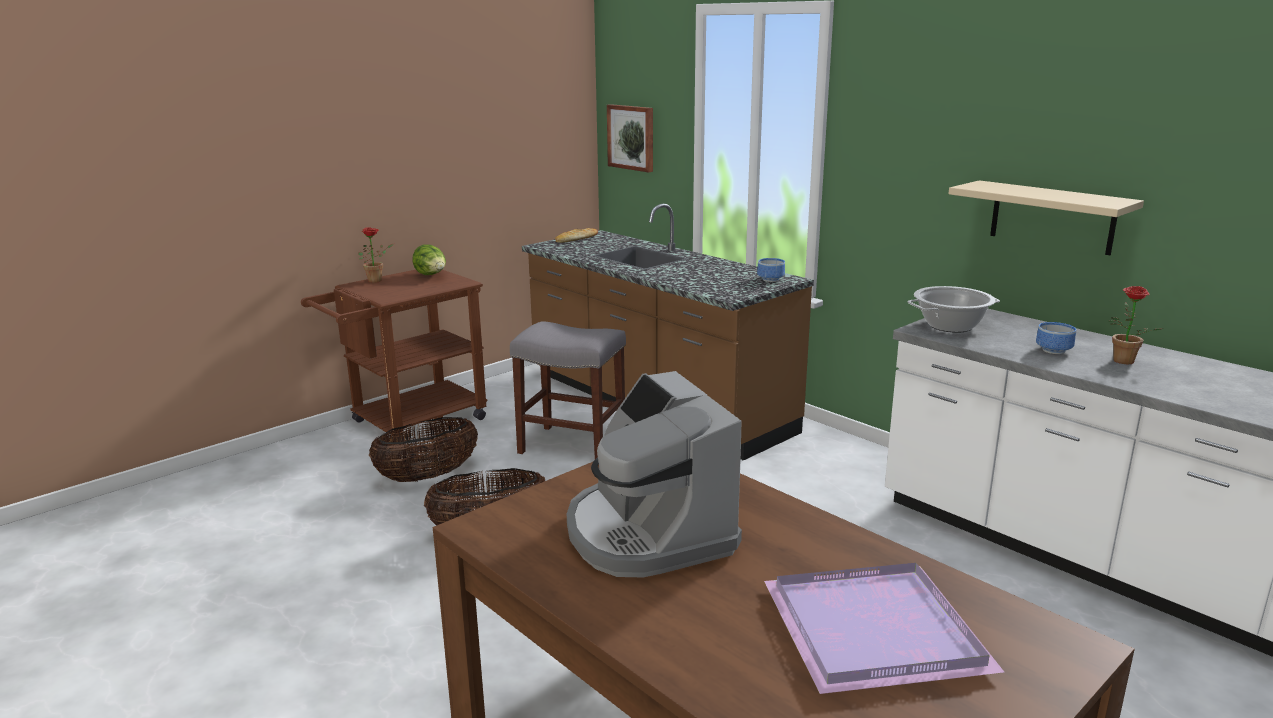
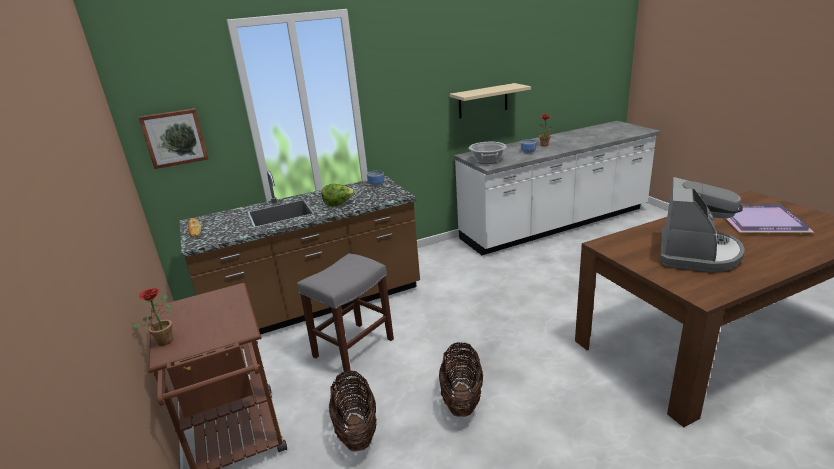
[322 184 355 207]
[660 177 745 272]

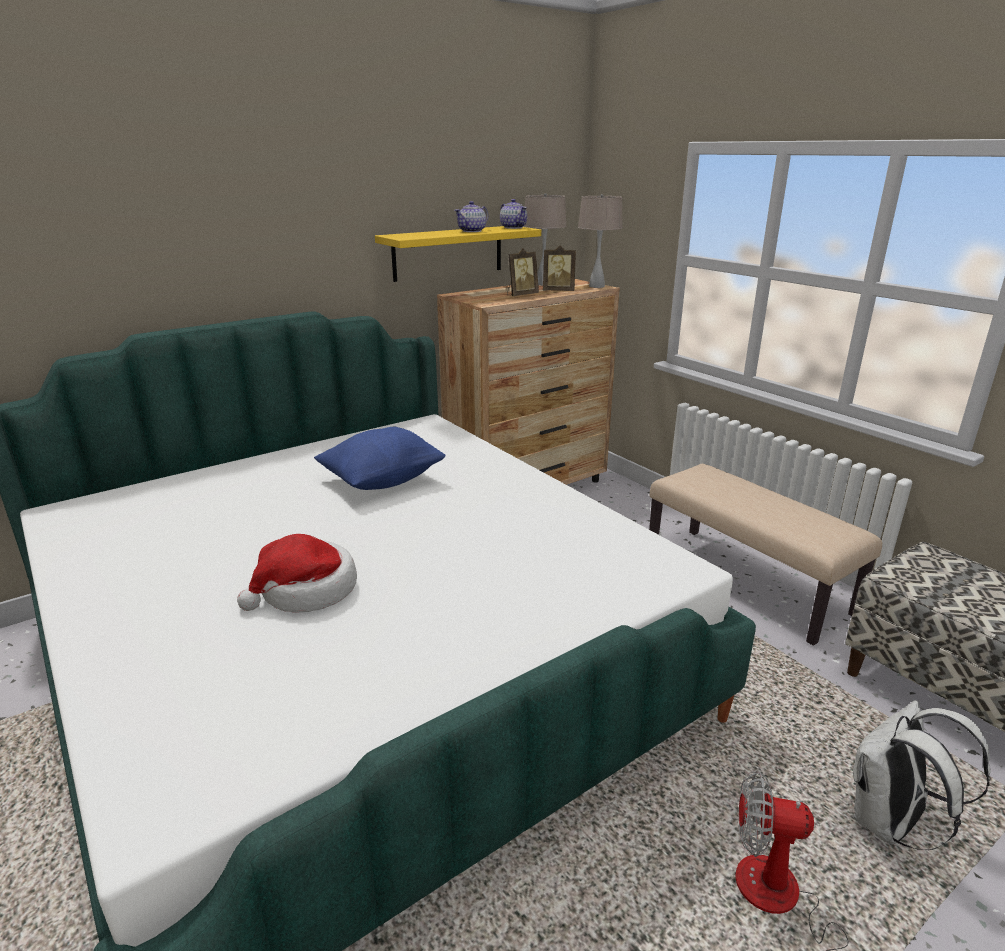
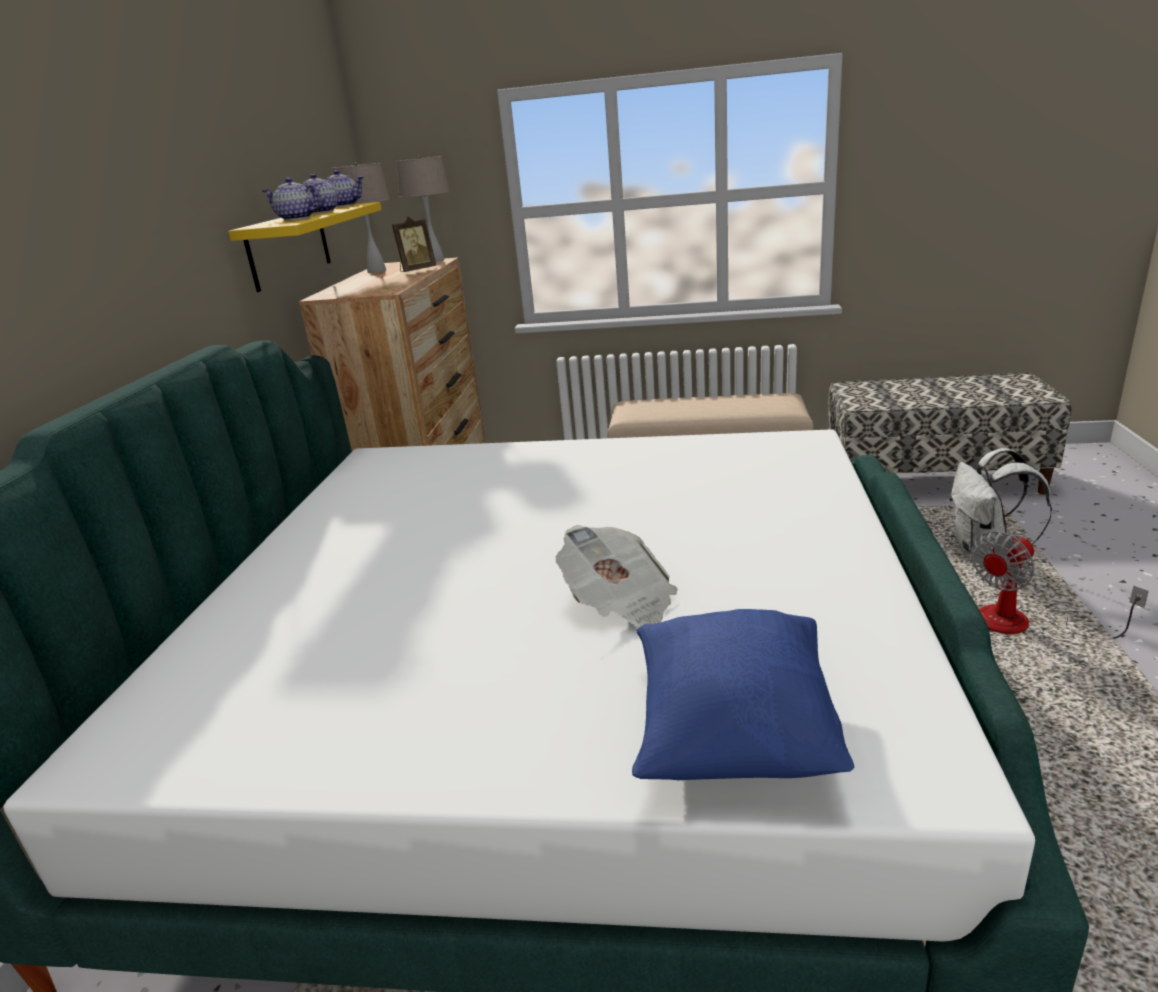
[556 525 678 628]
[632 609 854 780]
[507 248 539 296] (first image)
[262 178 323 221]

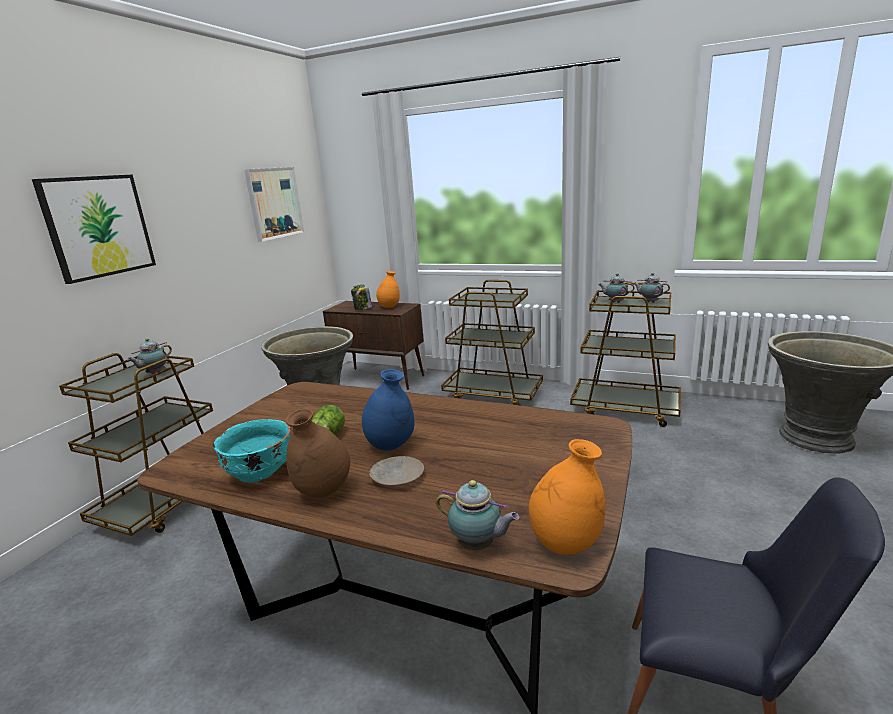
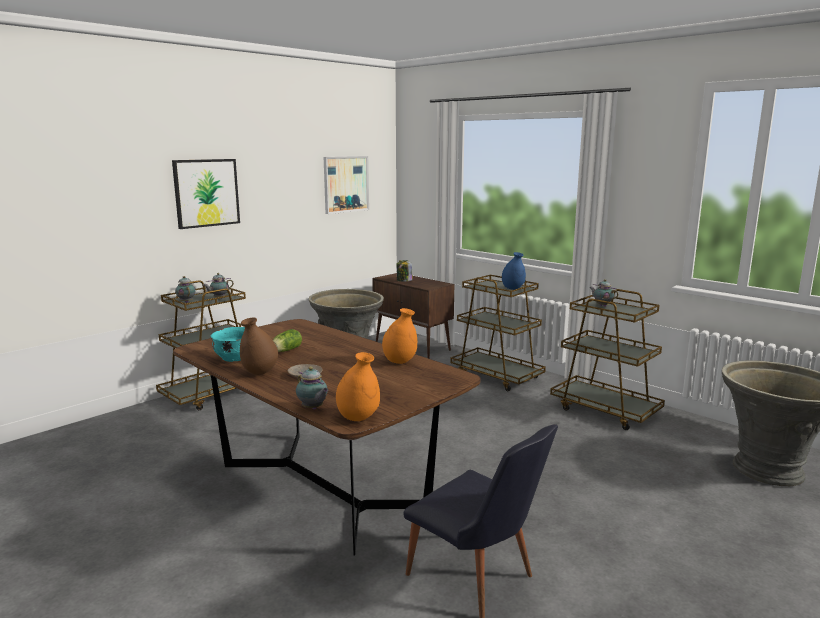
[502 252 526 290]
[382 308 417 364]
[175 276 196 303]

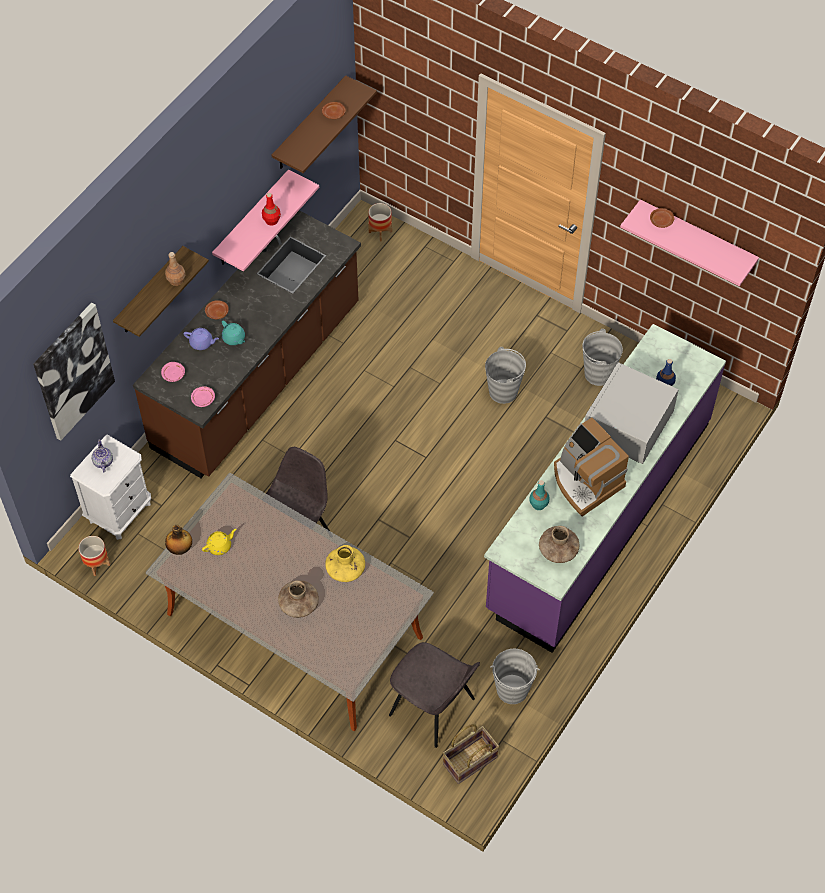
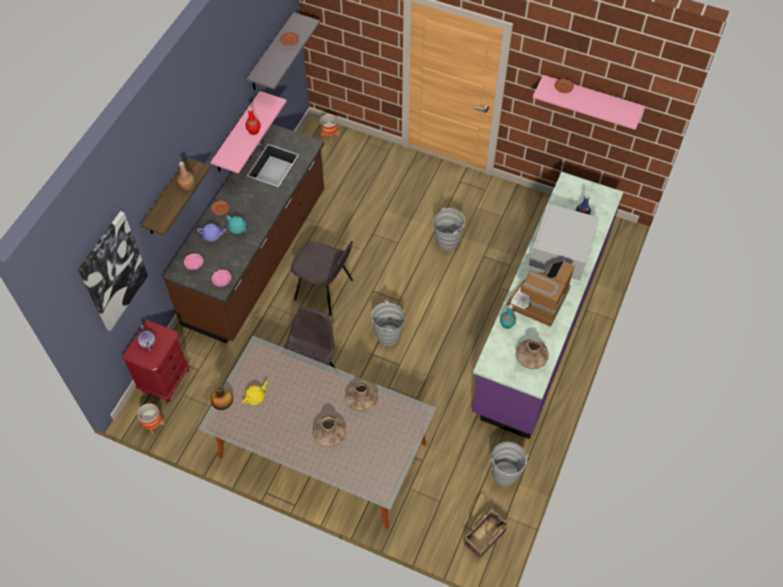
[122 320 190 403]
[246 12 320 90]
[345 381 378 411]
[291 241 353 316]
[507 260 575 327]
[371 300 405 346]

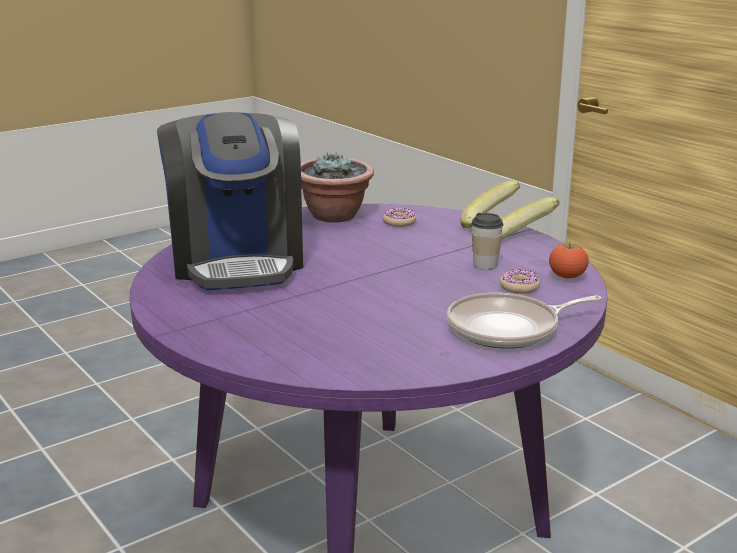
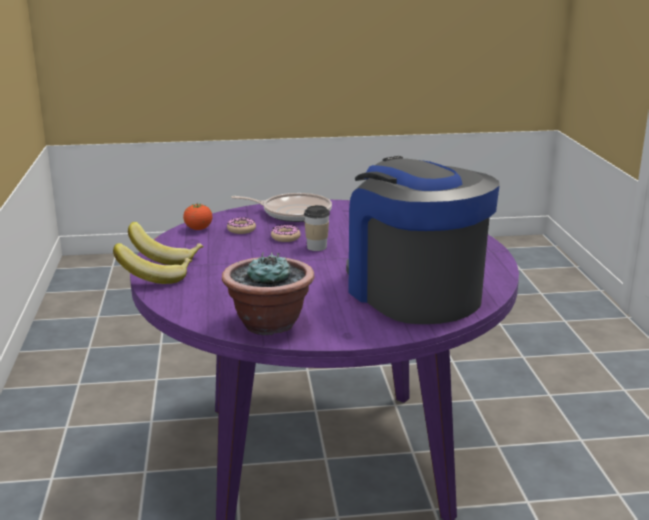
[346 156 500 324]
[271 225 301 242]
[304 205 330 251]

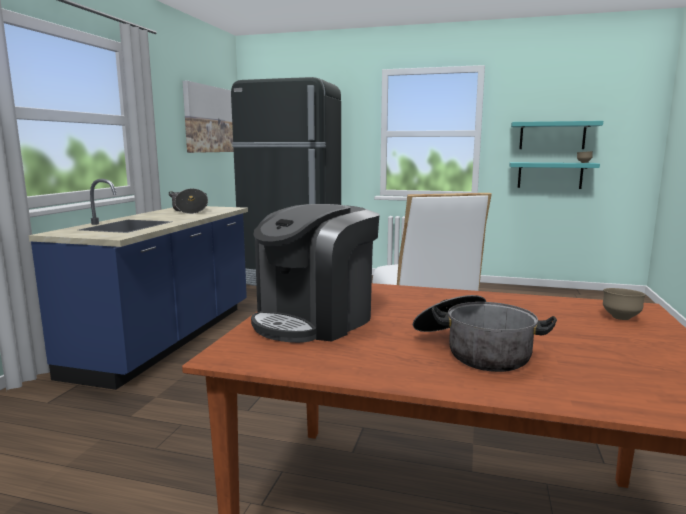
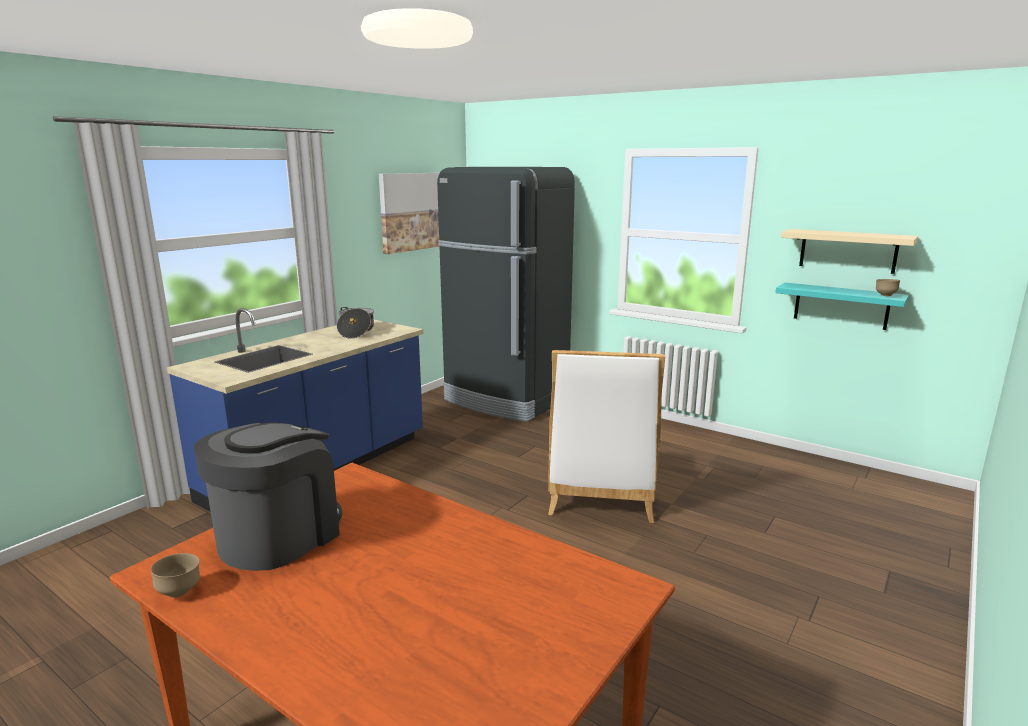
[194 423 342 571]
[413 295 557 372] (first image)
[781 229 918 274]
[151 553 200 598]

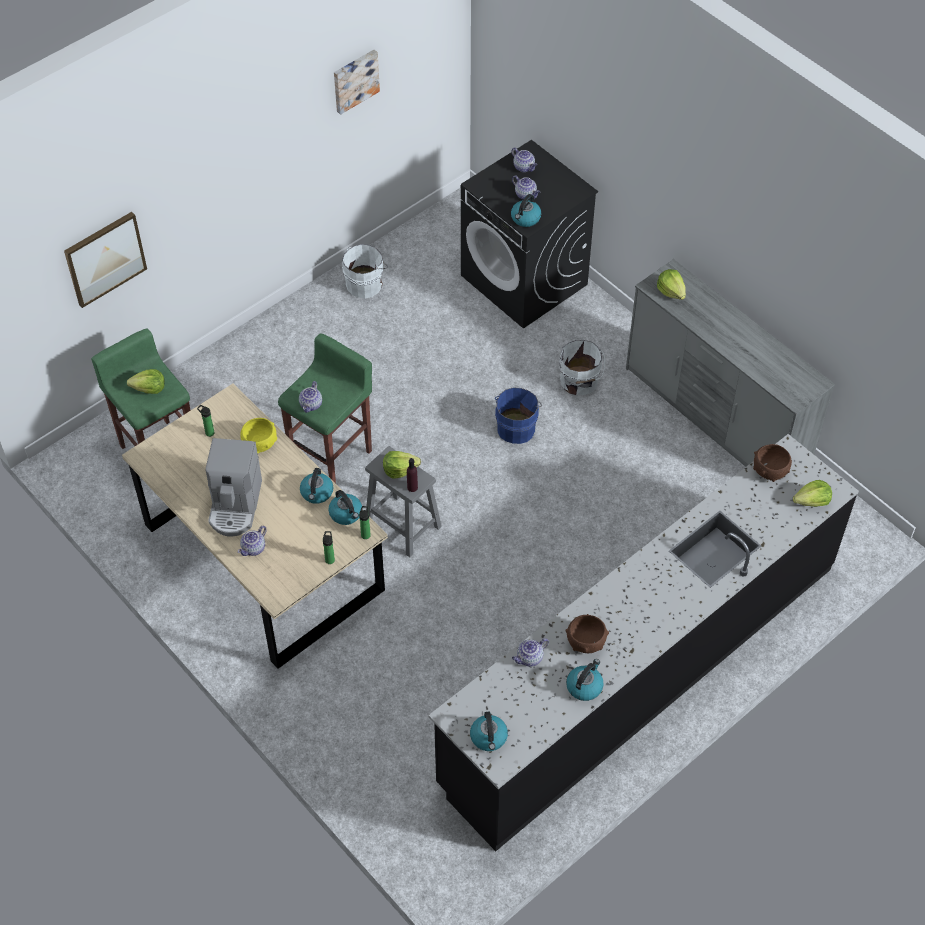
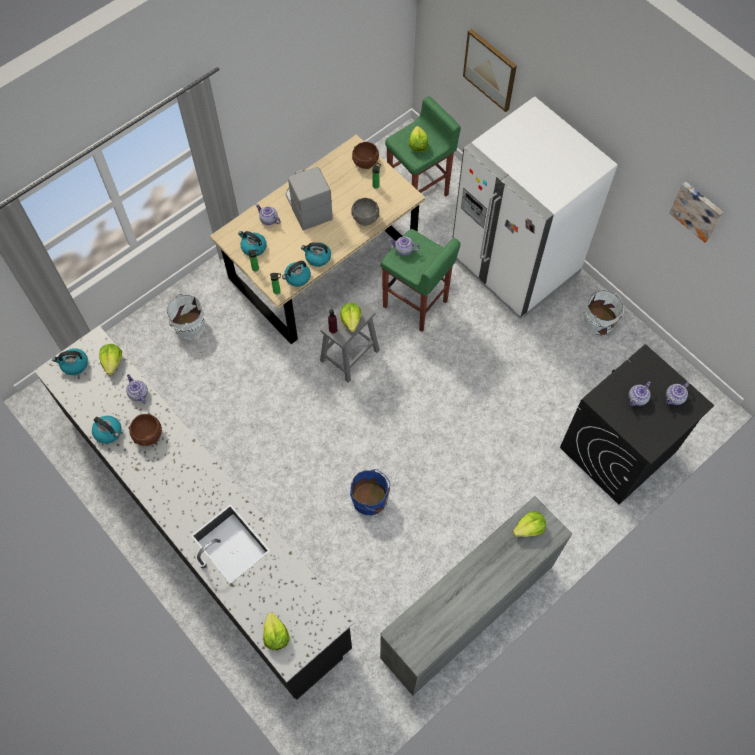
[285 167 333 231]
[351 198 380 226]
[350 469 390 515]
[238 231 267 256]
[167 294 205 339]
[352 142 379 169]
[99 344 122 375]
[453 96 618 319]

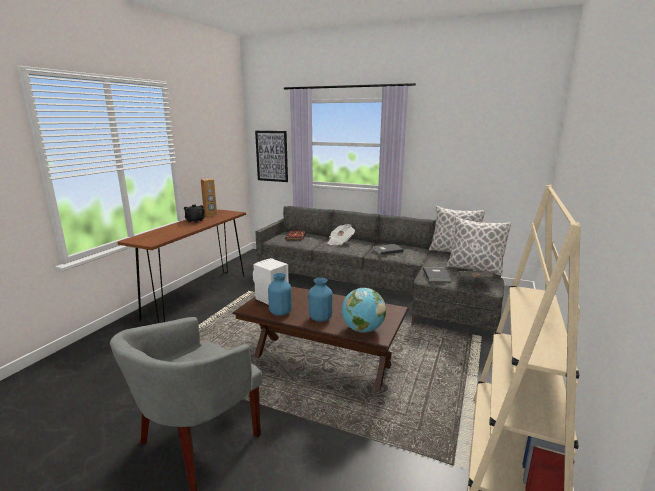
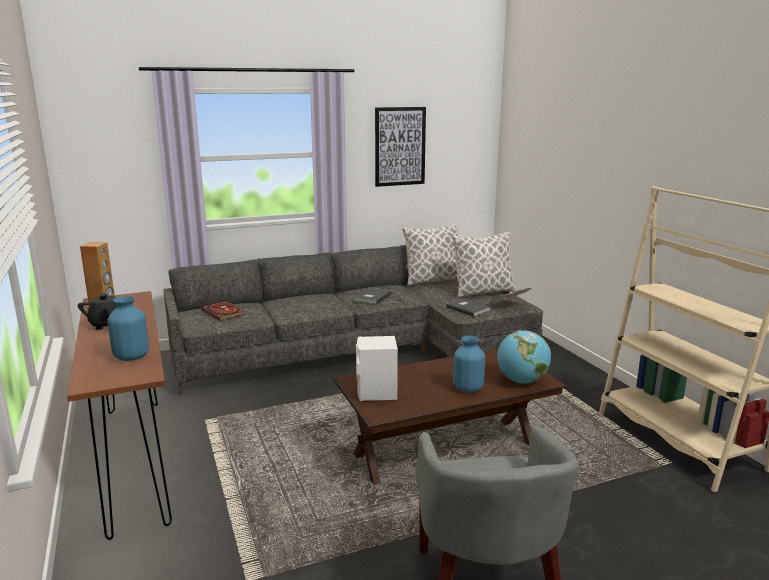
[375 107 426 187]
[108 296 149 361]
[327 224 355 245] (first image)

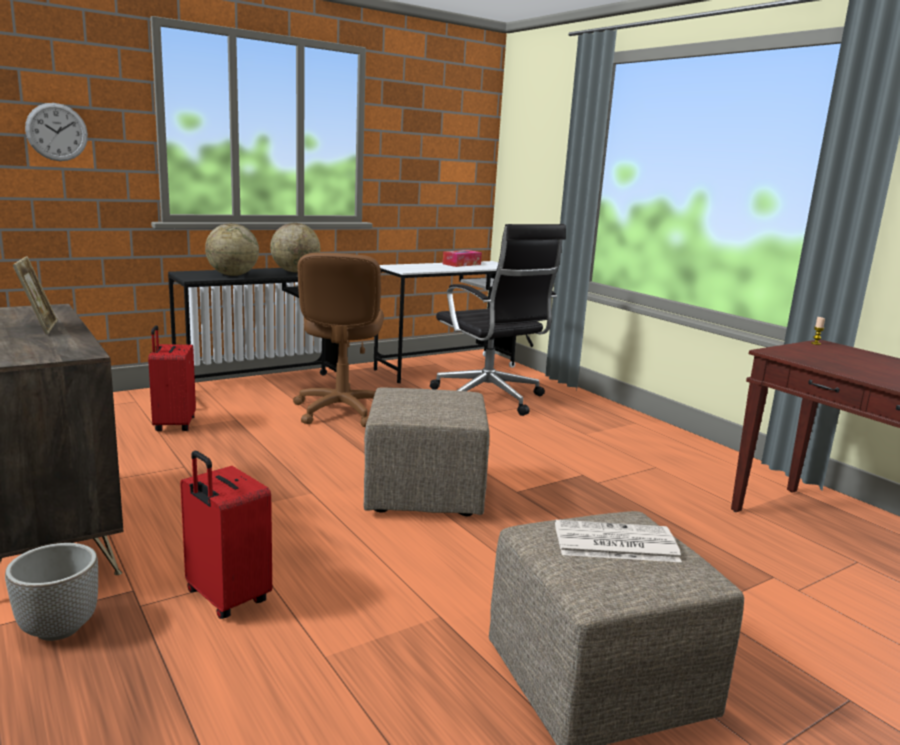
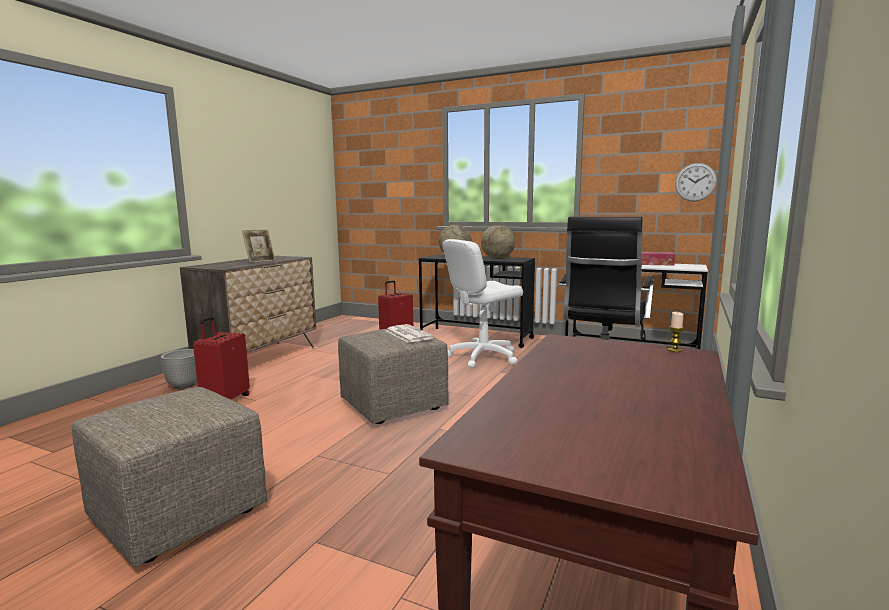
[675 163 717 201]
[442 239 523 368]
[385 324 434 343]

